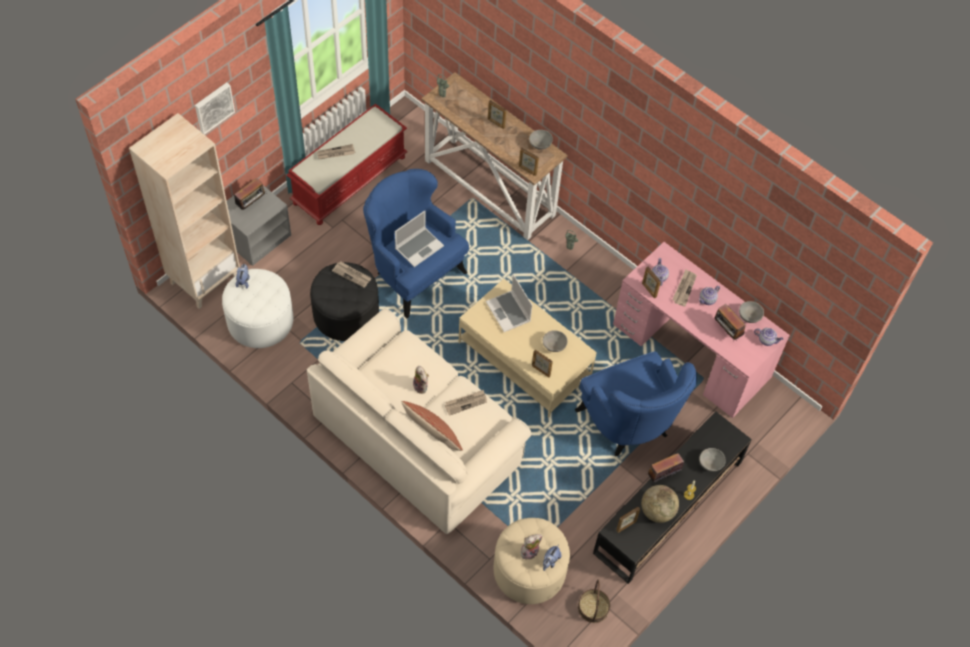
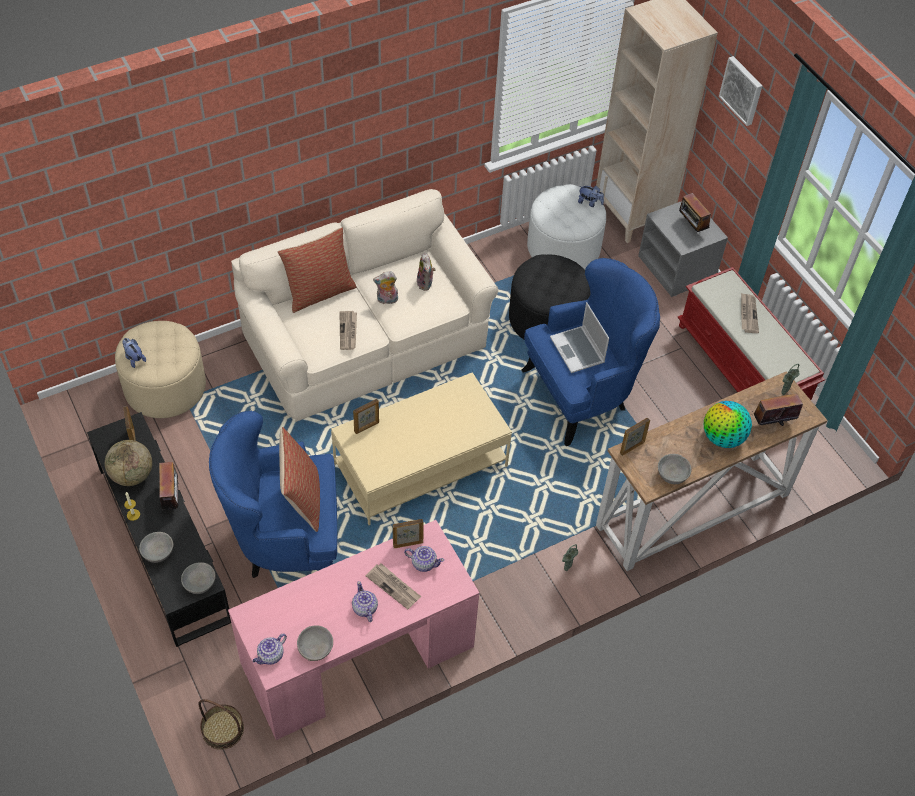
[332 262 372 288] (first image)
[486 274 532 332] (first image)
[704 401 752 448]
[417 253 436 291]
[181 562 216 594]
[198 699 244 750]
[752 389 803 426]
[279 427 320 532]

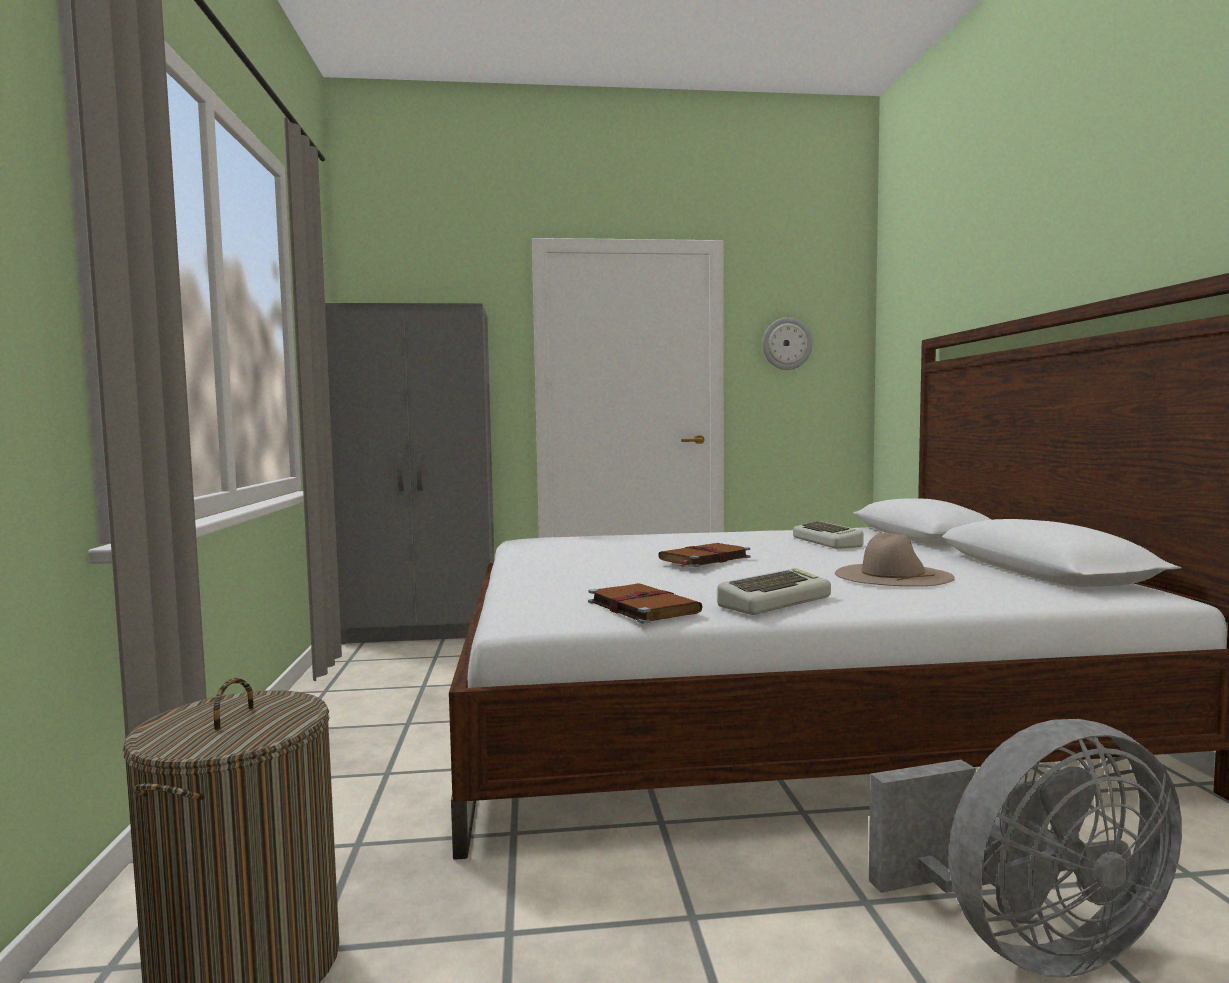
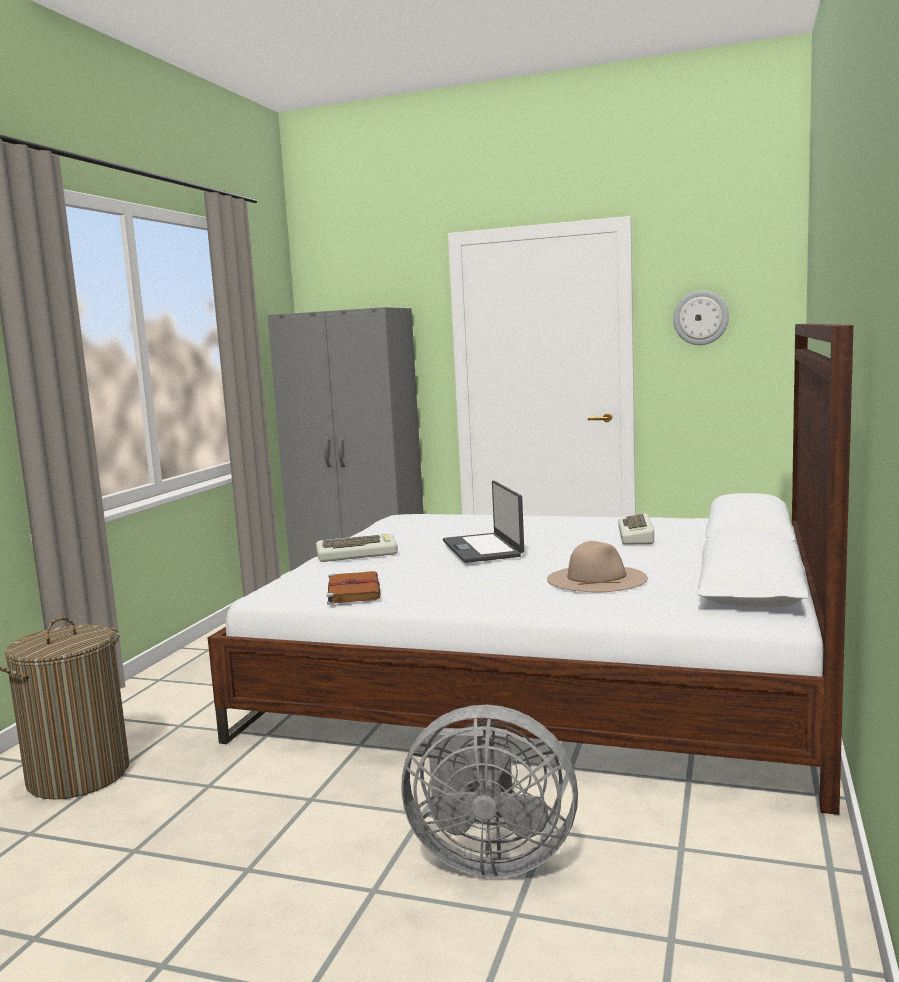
[443 481 524 563]
[316 534 398 562]

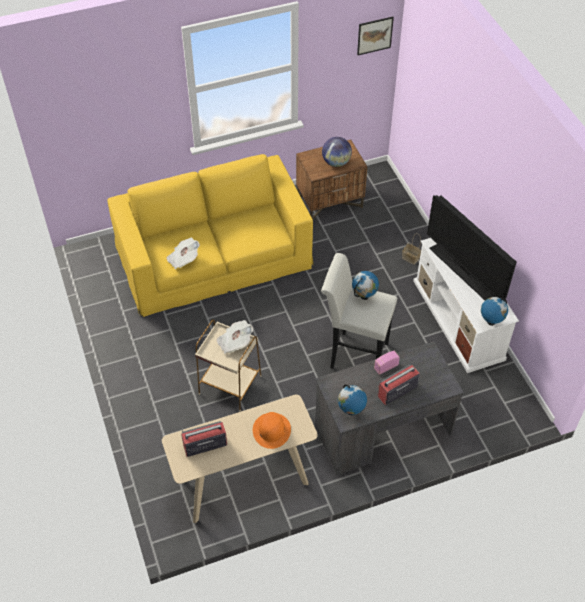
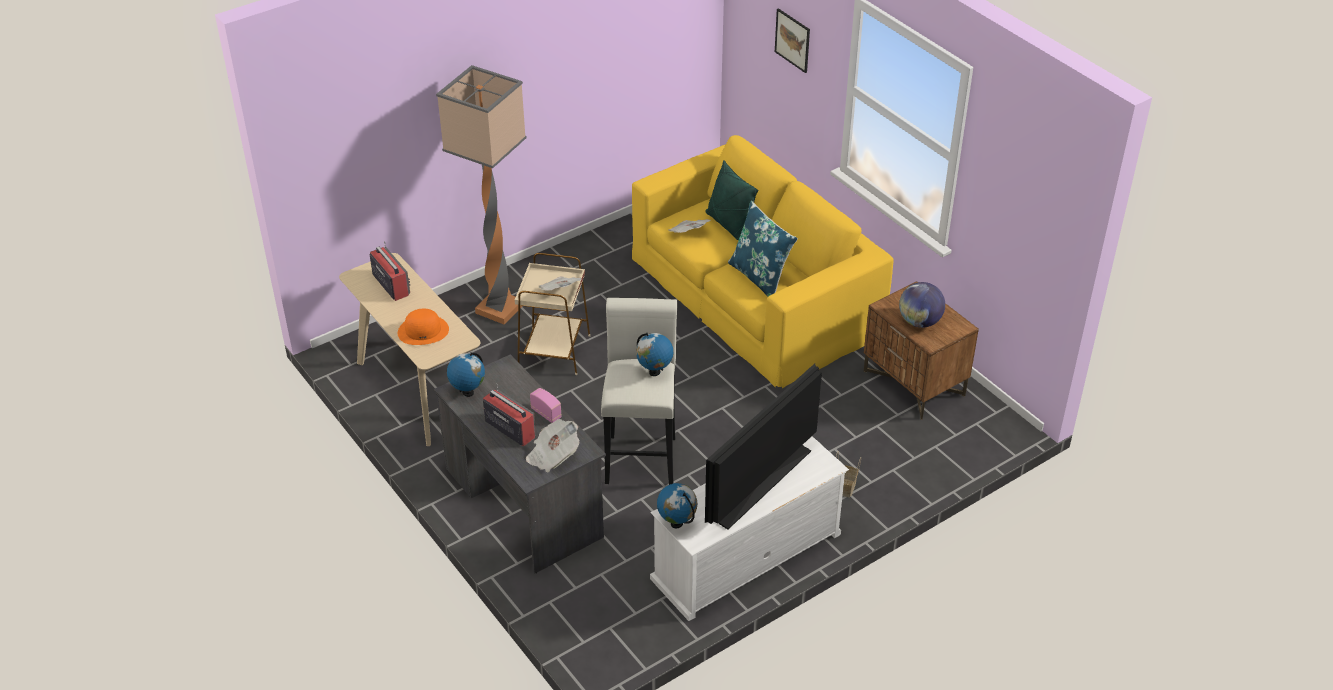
[775 8 810 73]
[436 65 526 325]
[526 419 580 472]
[705 160 758 240]
[728 201 798 297]

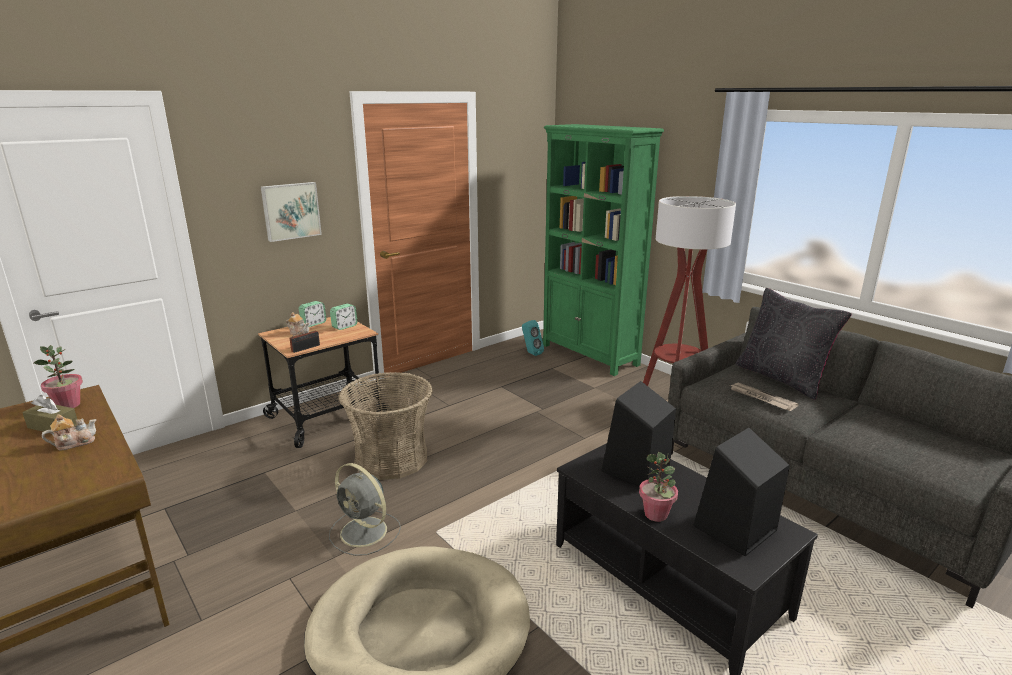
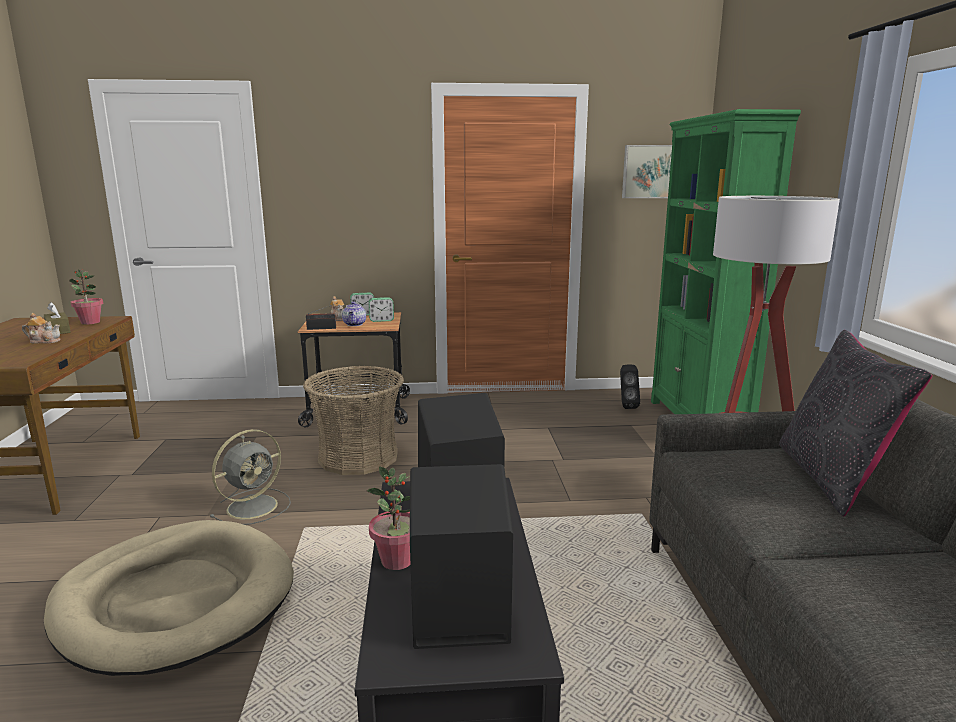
[622 145 672 198]
[210 429 291 525]
[620 365 640 409]
[730 383 799 411] (first image)
[342 302 366 326]

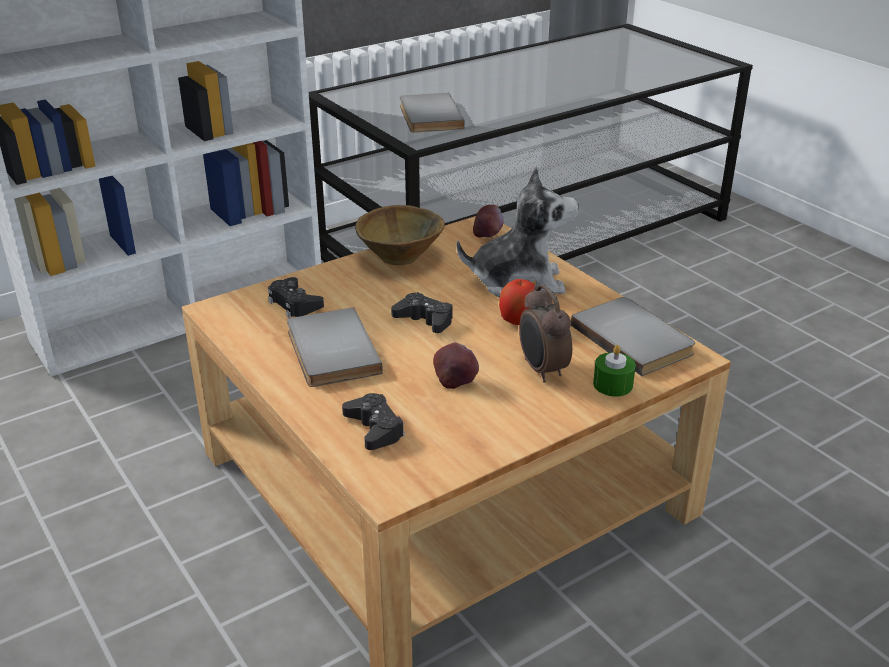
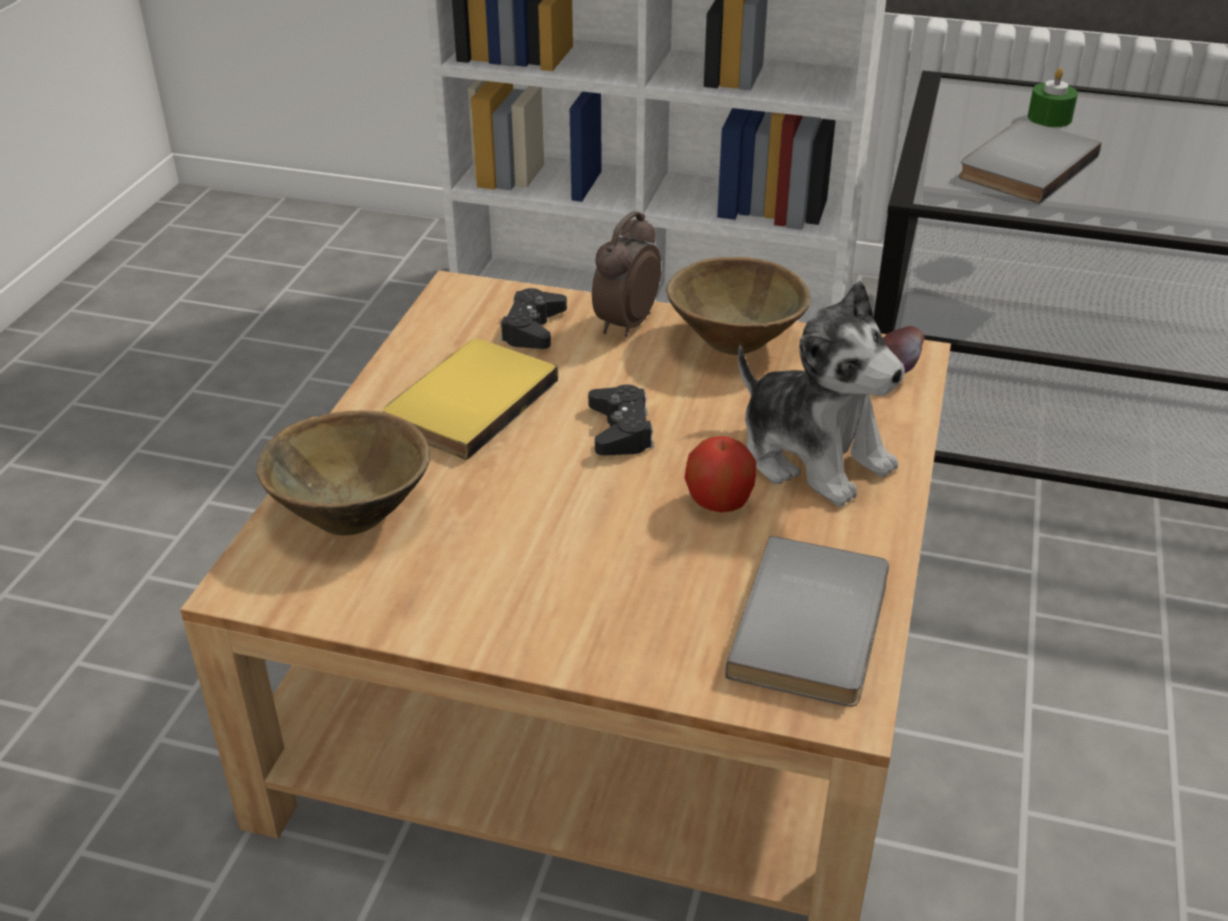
[383 339 558 460]
[257 411 430 536]
[433 342 479 389] (first image)
[592 211 661 337]
[1028 68 1078 127]

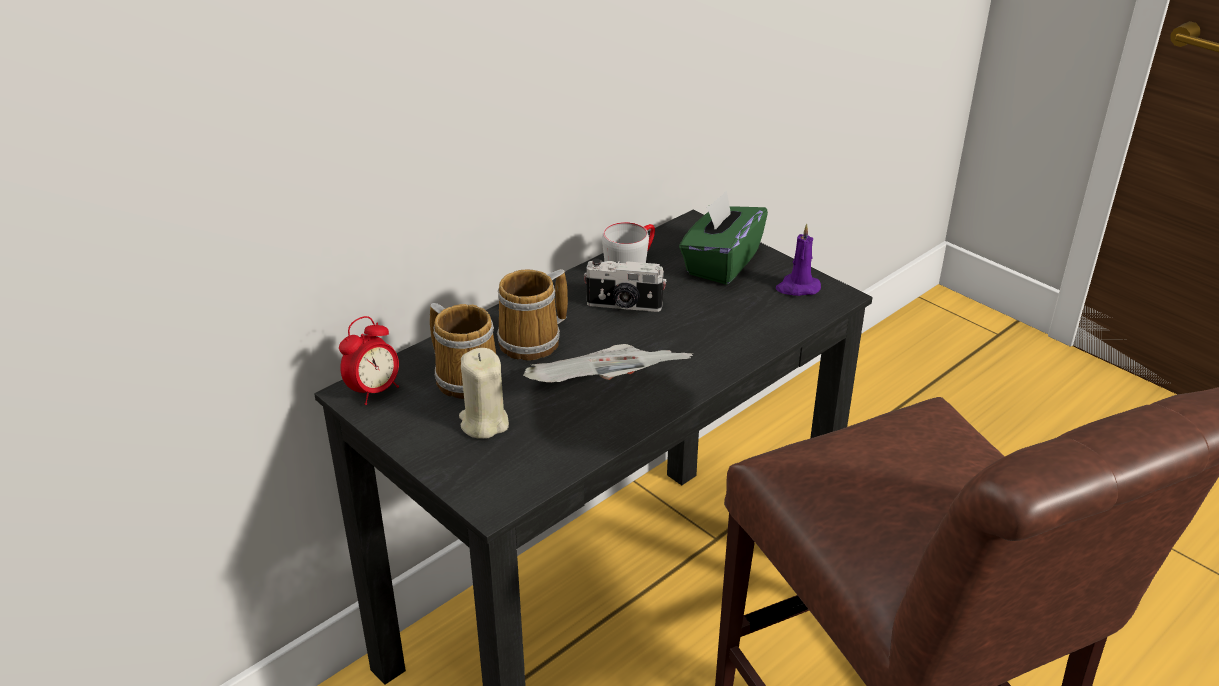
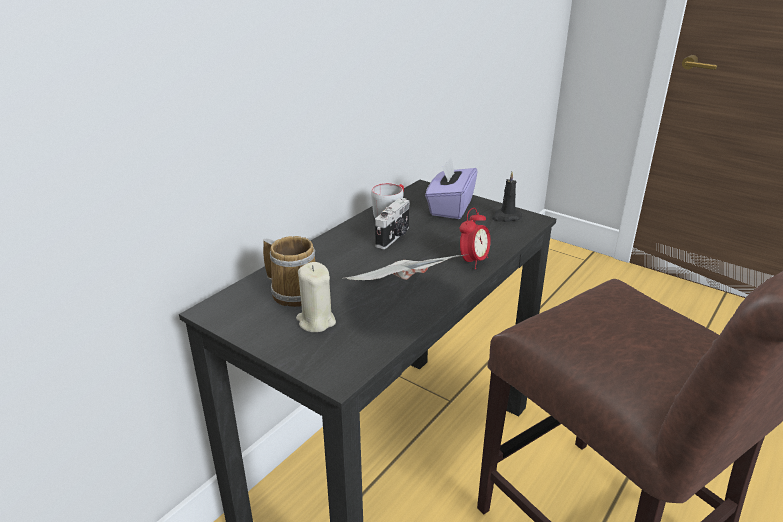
[460 208 491 269]
[497 269 568 360] (first image)
[375 198 409 249]
[425 157 478 219]
[492 171 522 222]

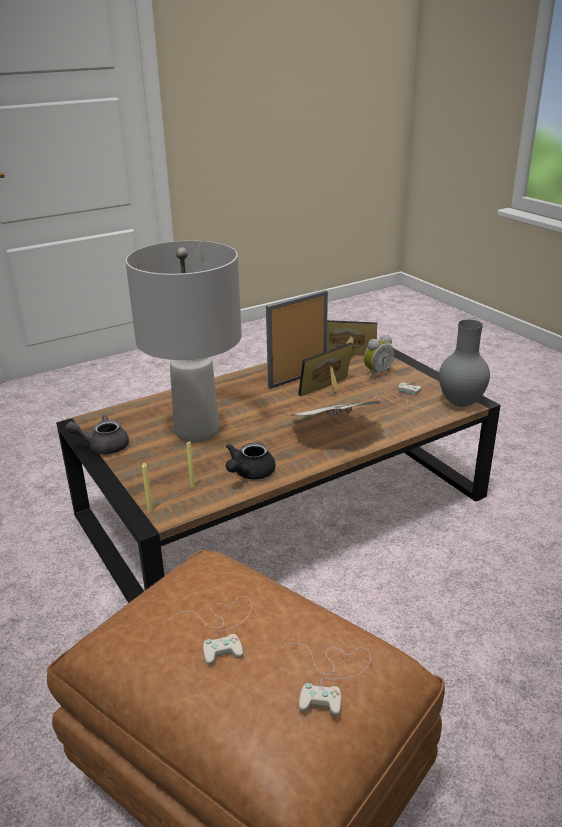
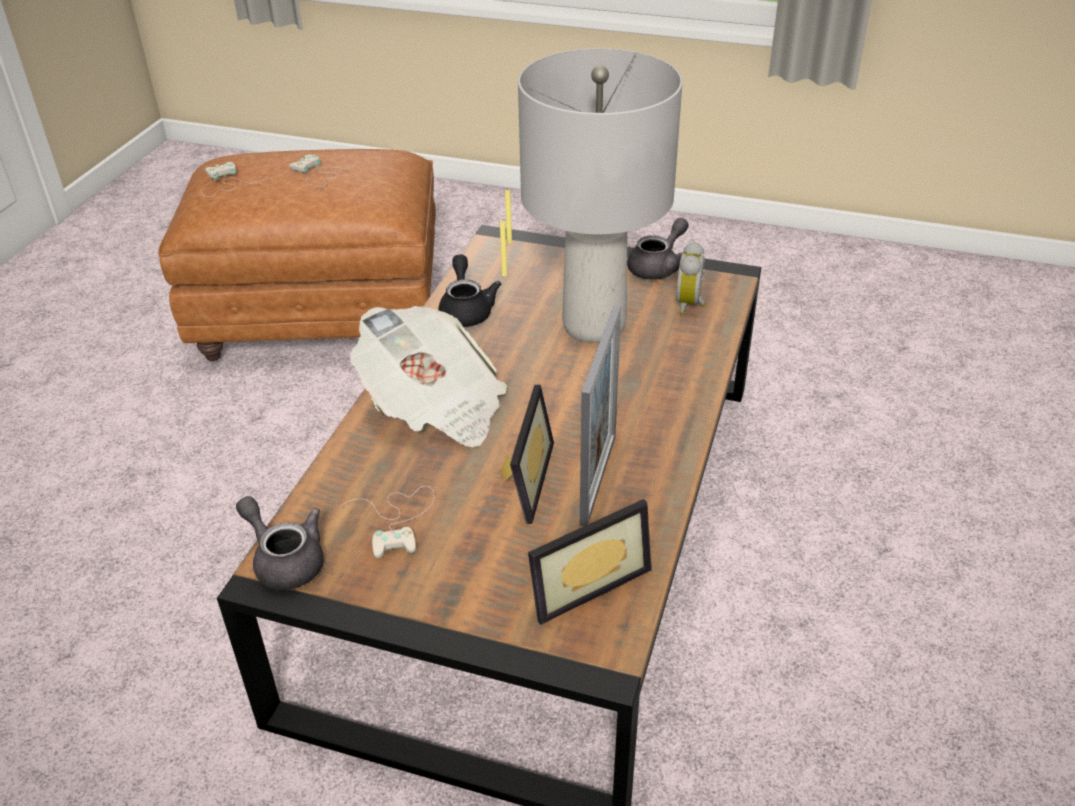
[676 241 706 315]
[236 496 324 590]

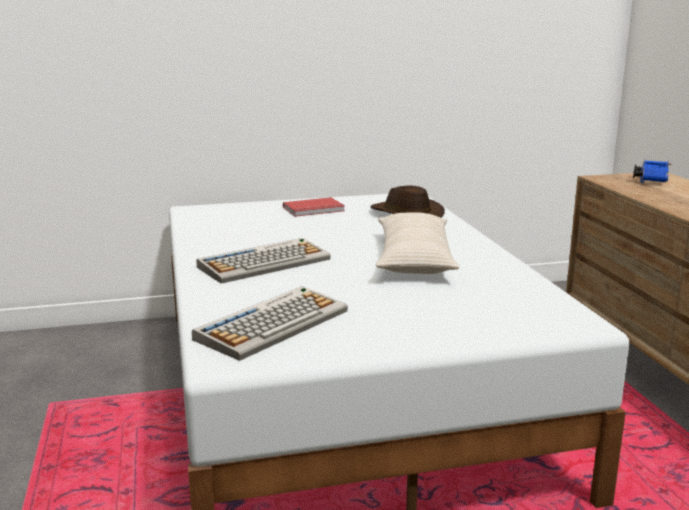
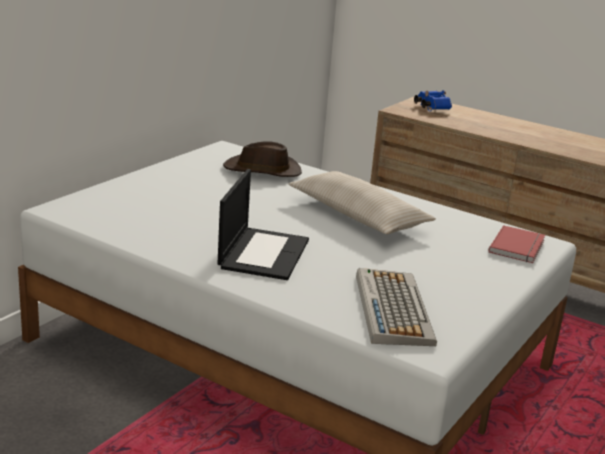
[217 169 309 280]
[488 225 545 263]

